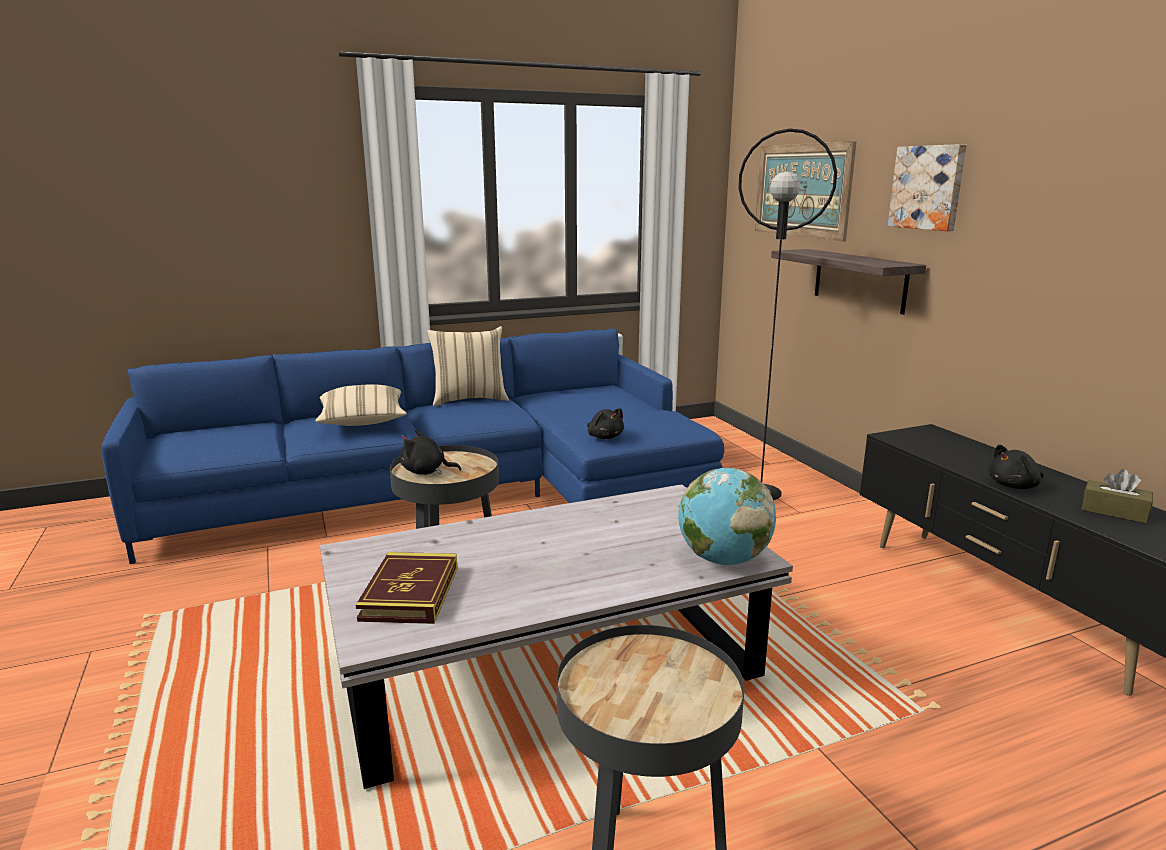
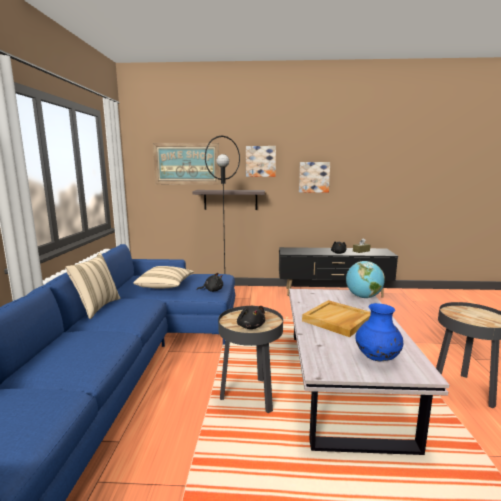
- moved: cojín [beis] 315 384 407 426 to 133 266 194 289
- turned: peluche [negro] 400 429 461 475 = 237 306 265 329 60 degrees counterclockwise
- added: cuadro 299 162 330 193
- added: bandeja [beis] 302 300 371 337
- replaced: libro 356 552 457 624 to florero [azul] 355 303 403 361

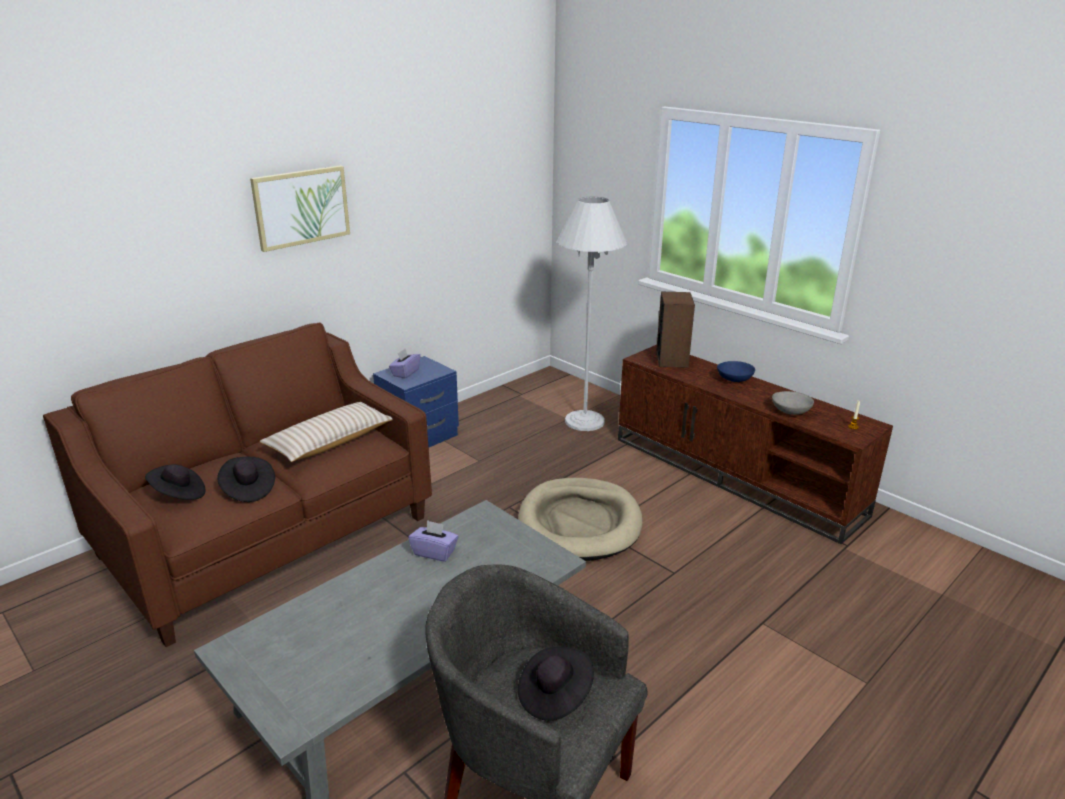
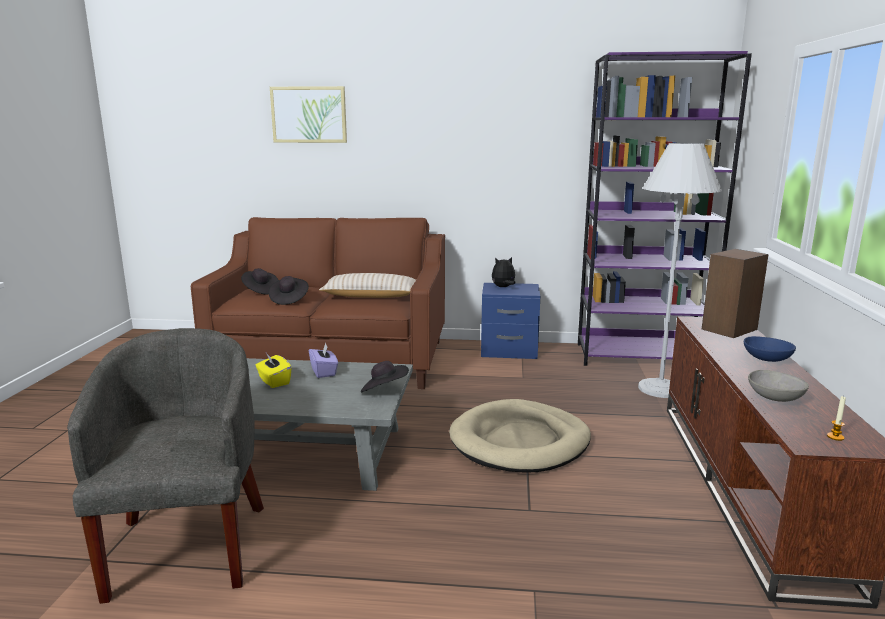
- added: caja de pañuelos [amarillo] 256 353 292 388
- moved: cuadro 250 165 350 252 to 270 86 347 143
- moved: sombrero [negro] 518 646 594 721 to 361 361 409 392
- replaced: caja de pañuelos [morado] 389 349 421 379 to peluche 492 257 516 287
- added: estantería [morado] 578 51 752 366

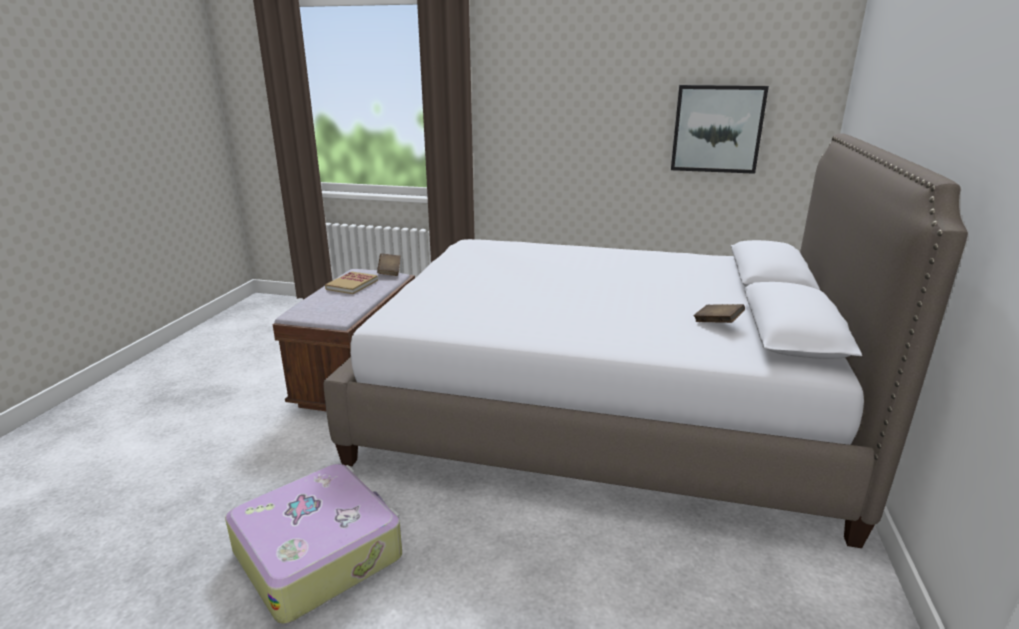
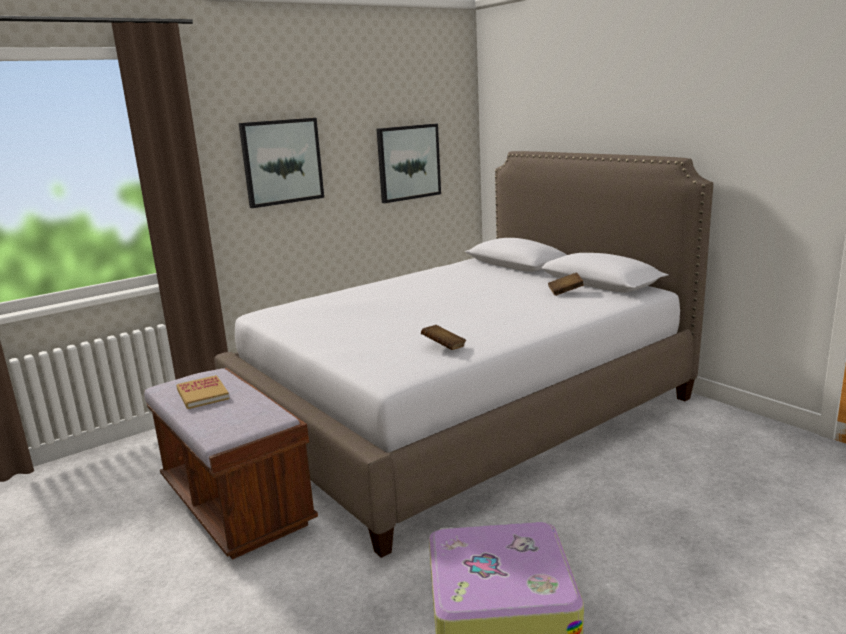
- added: cuadro 239 118 324 208
- moved: libro [marrón] 377 254 401 276 to 421 325 466 350

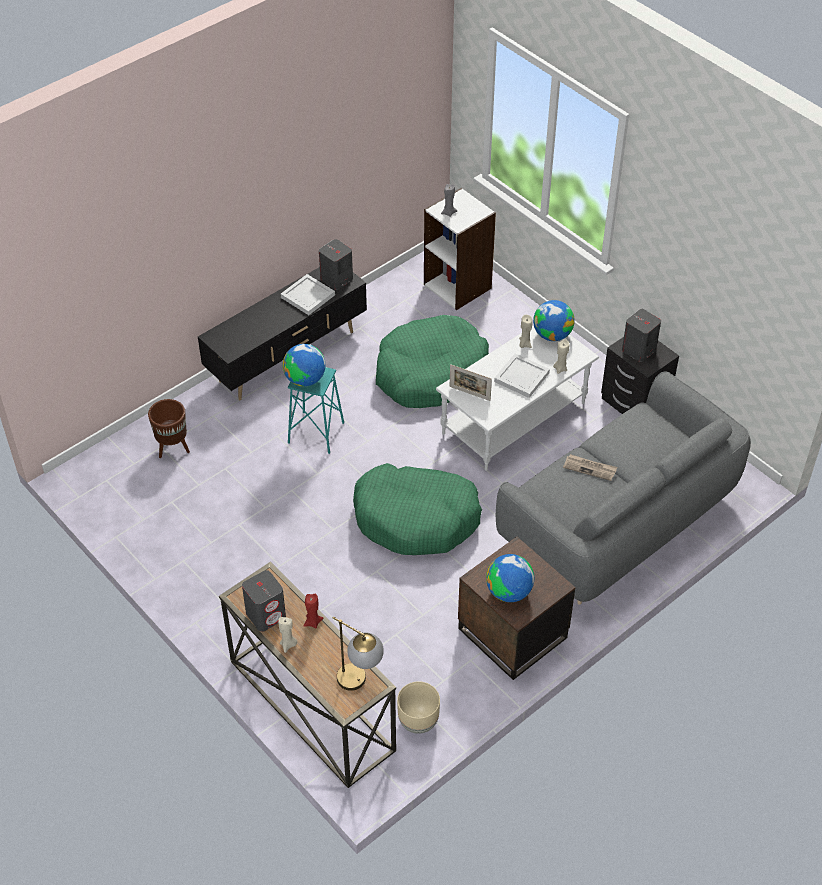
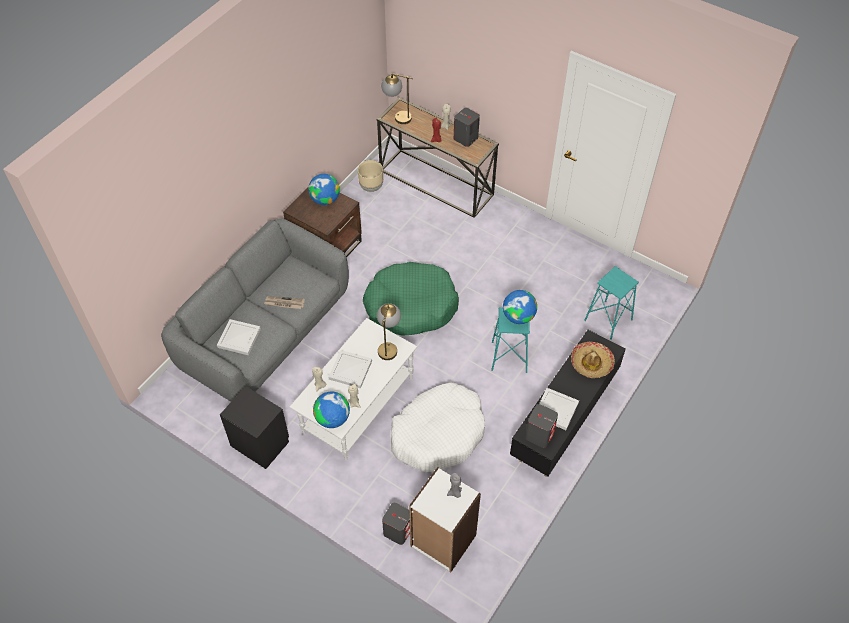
- added: bandeja [blanco] 217 319 261 355
- replaced: portarretratos 450 364 492 401 to lámpara de mesa 377 303 401 360
- moved: altavoz [gris] 622 309 661 362 to 382 503 410 545
- recoloured: cama para perro [verde] 376 315 489 408 to cama para perro [blanco] 391 382 485 472
- added: sombrero 571 342 615 378
- replaced: maceta [marrón] 148 399 190 458 to taburete [turquesa] 584 266 639 340

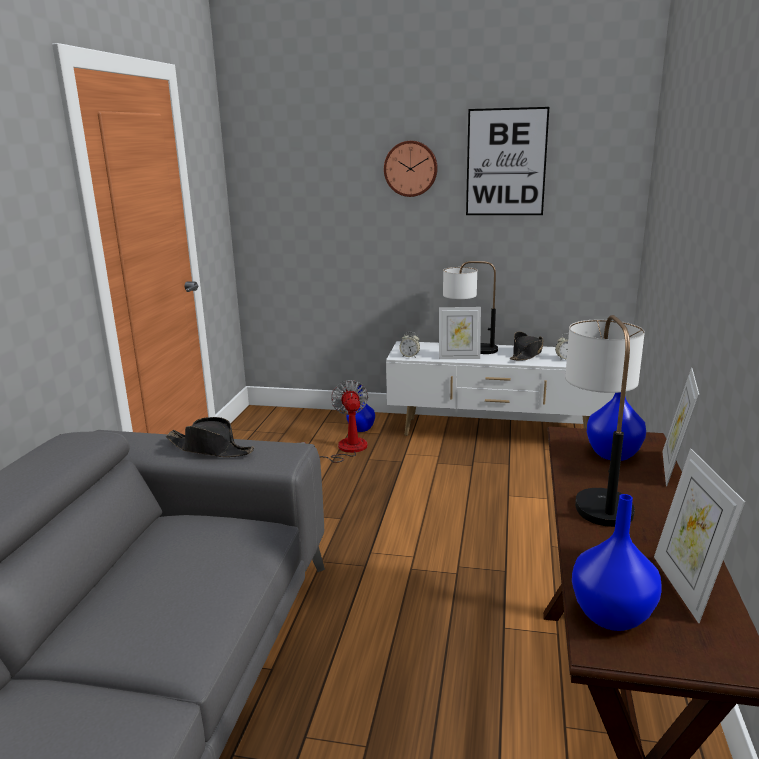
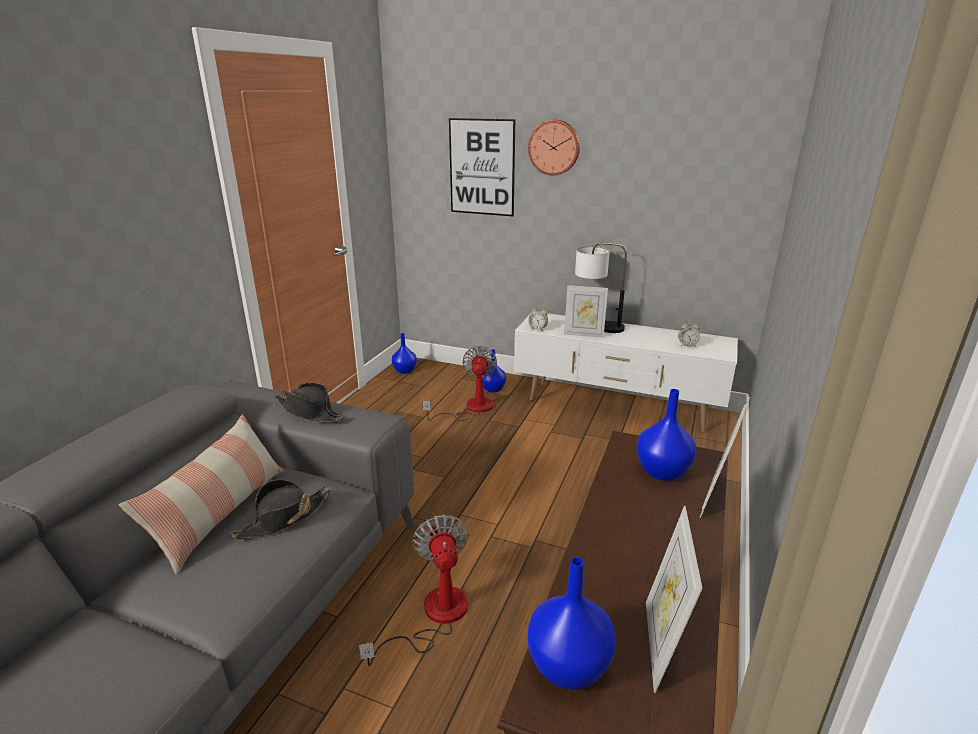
- added: cojín 119 414 284 575
- moved: sombrero [negro] 510 332 544 360 to 231 479 331 539
- added: ventilador 359 514 469 666
- added: florero [azul] 392 333 417 374
- moved: cuadro 466 107 549 215 to 449 118 515 216
- removed: lámpara de mesa 565 315 645 527

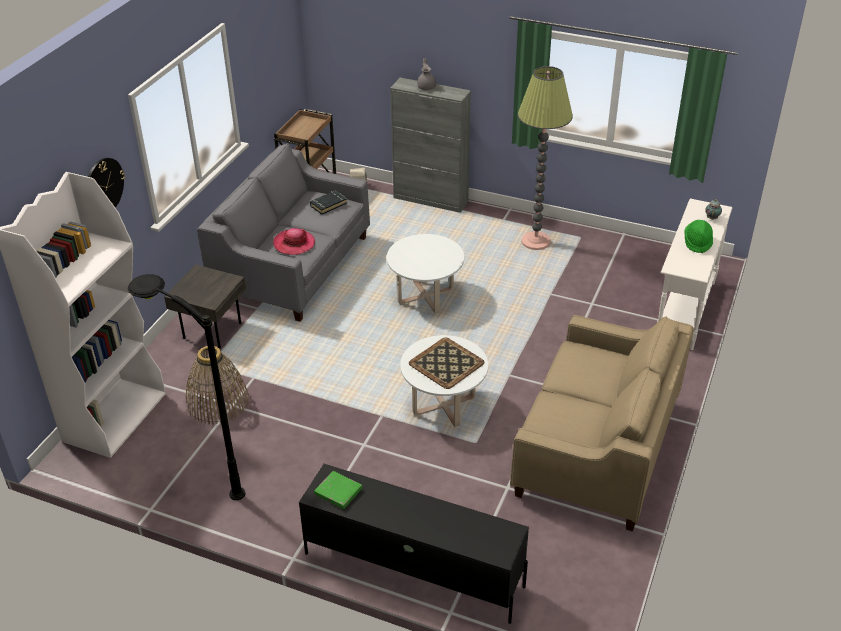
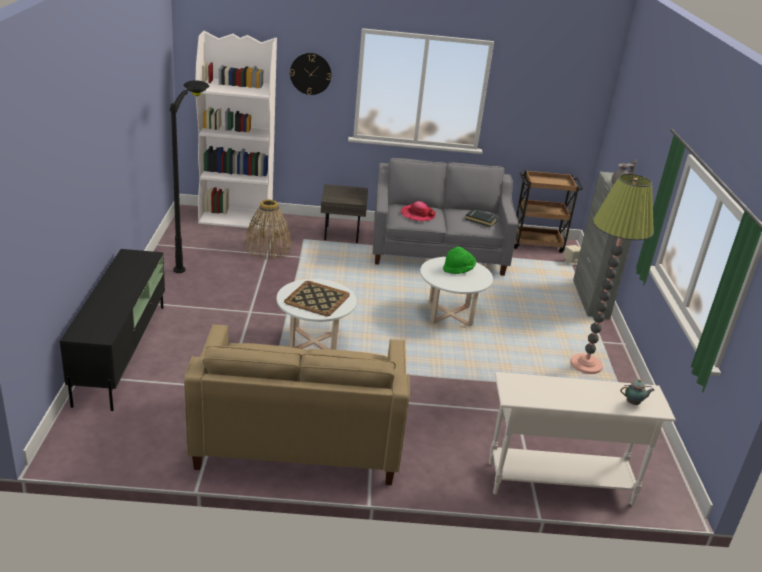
- moved: sombrero [verde] 684 220 713 253 to 443 247 476 274
- removed: libro [verde] 314 471 362 509

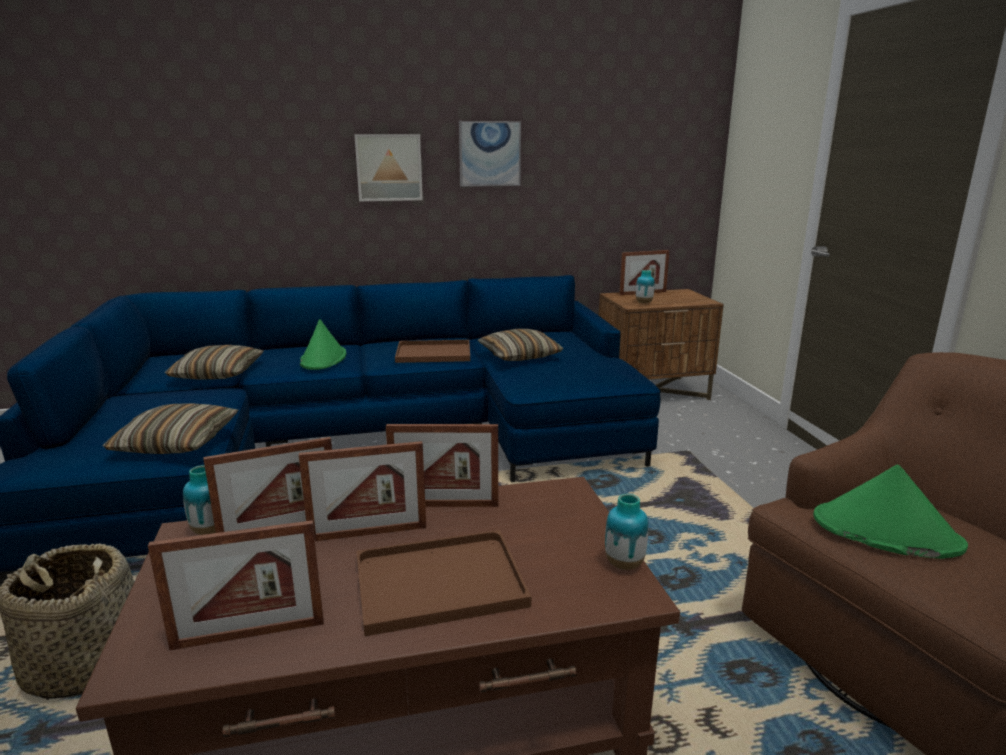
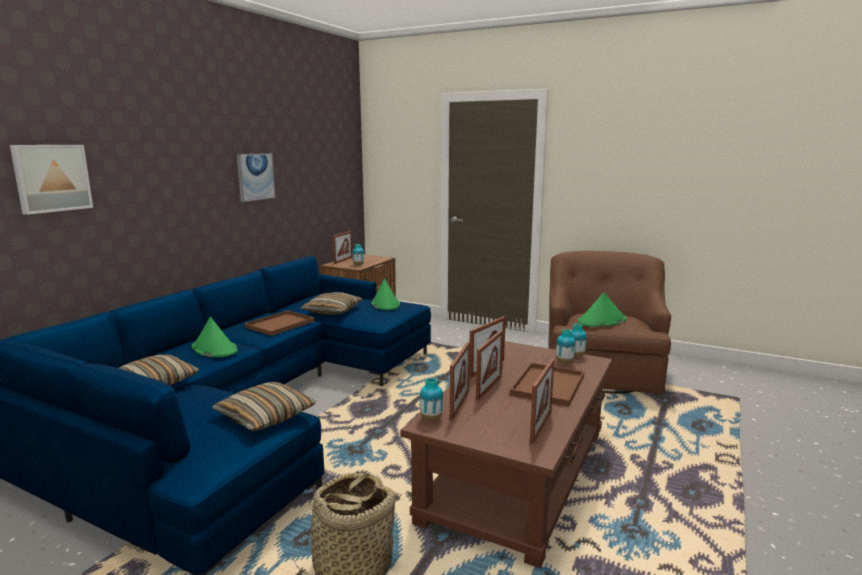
- moved: cuadro 354 134 423 201 to 10 145 93 215
- added: sombrero [verde] 371 278 400 310
- added: florero 556 329 576 364

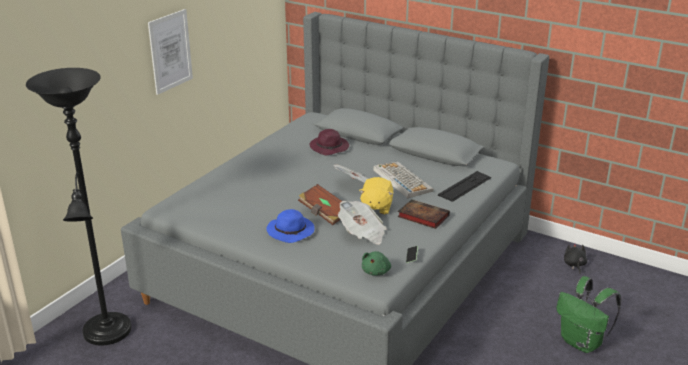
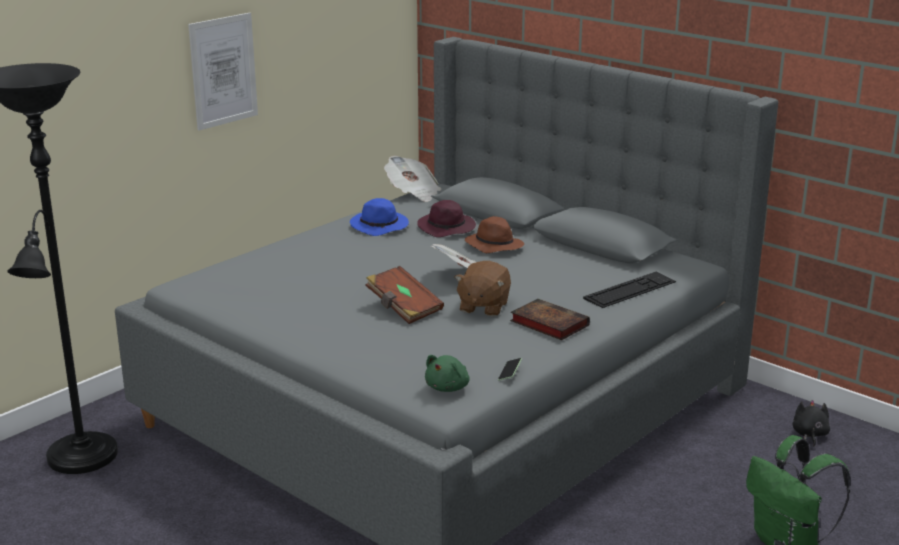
- moved: sombrero [azul] 266 209 315 243 to 350 198 409 236
- moved: periódico 338 201 387 245 to 384 156 441 202
- recoloured: peluche [amarillo] 359 177 393 214 to peluche [marrón] 455 261 511 317
- added: sombrero [marrón] 465 216 524 253
- removed: teclado 373 161 434 198

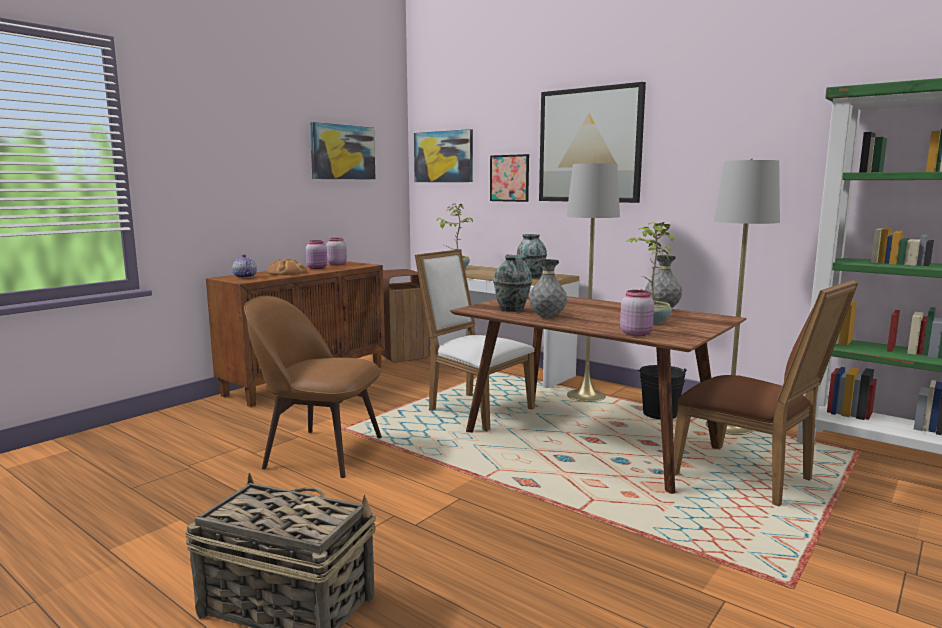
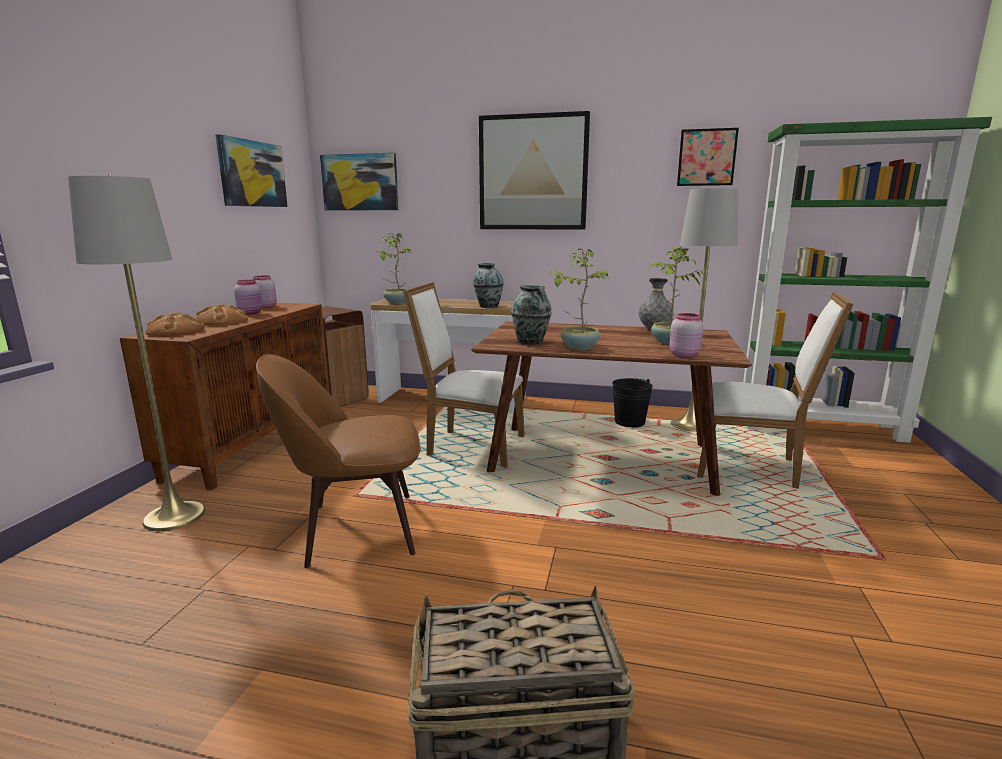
- moved: lámpara de pie [gris] 566 162 620 402 to 68 175 205 531
- replaced: tetera 232 254 257 278 to pan 146 312 205 336
- replaced: florero [gris] 529 259 567 318 to planta en maceta 549 249 608 350
- moved: cuadro 490 154 529 202 to 677 128 739 186
- recoloured: silla [marrón] 674 280 859 506 to silla [blanco] 697 292 853 489

